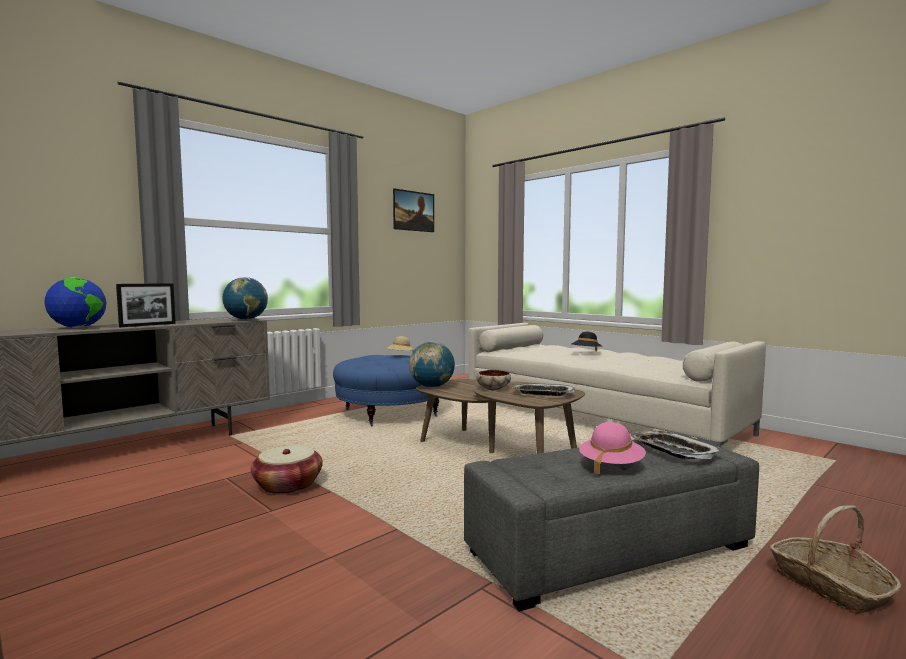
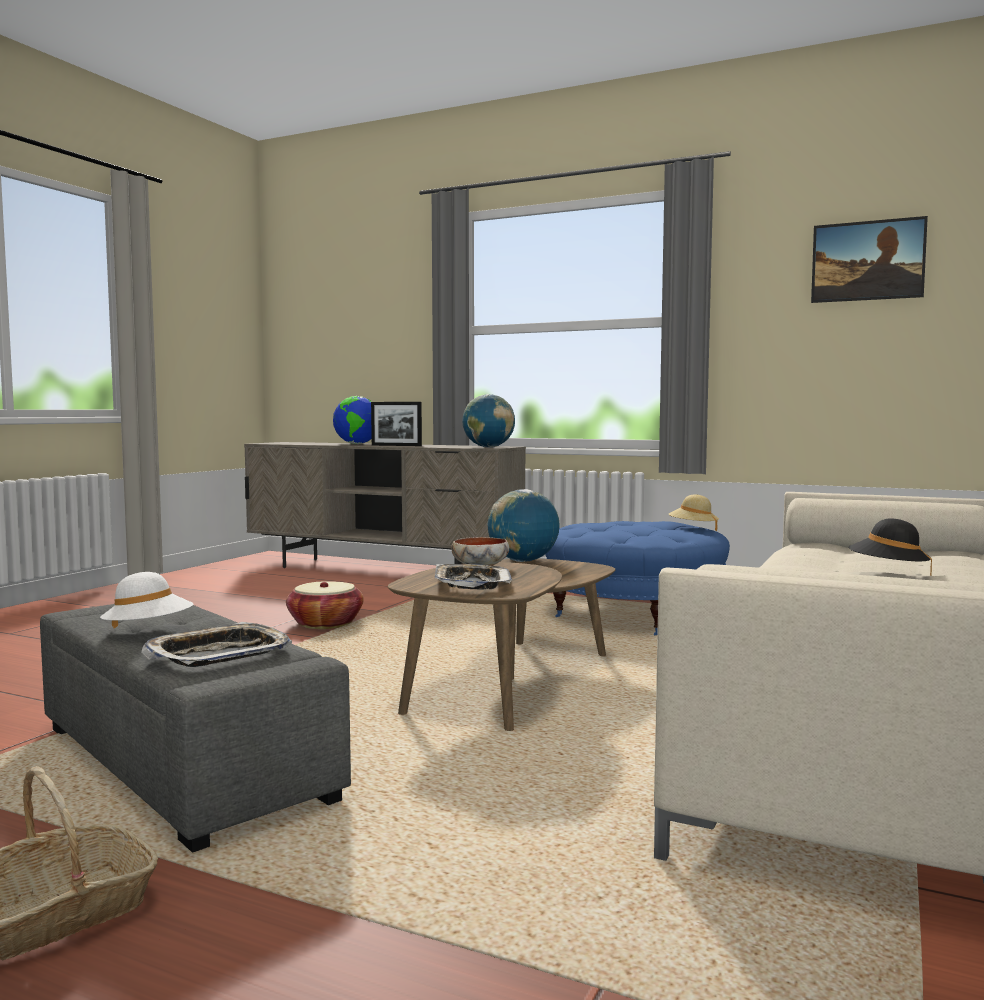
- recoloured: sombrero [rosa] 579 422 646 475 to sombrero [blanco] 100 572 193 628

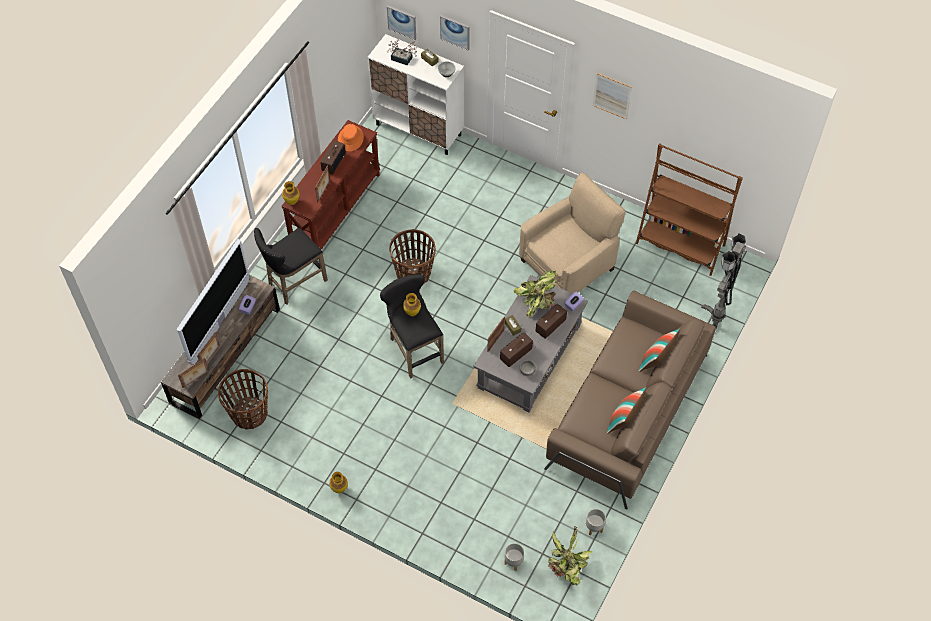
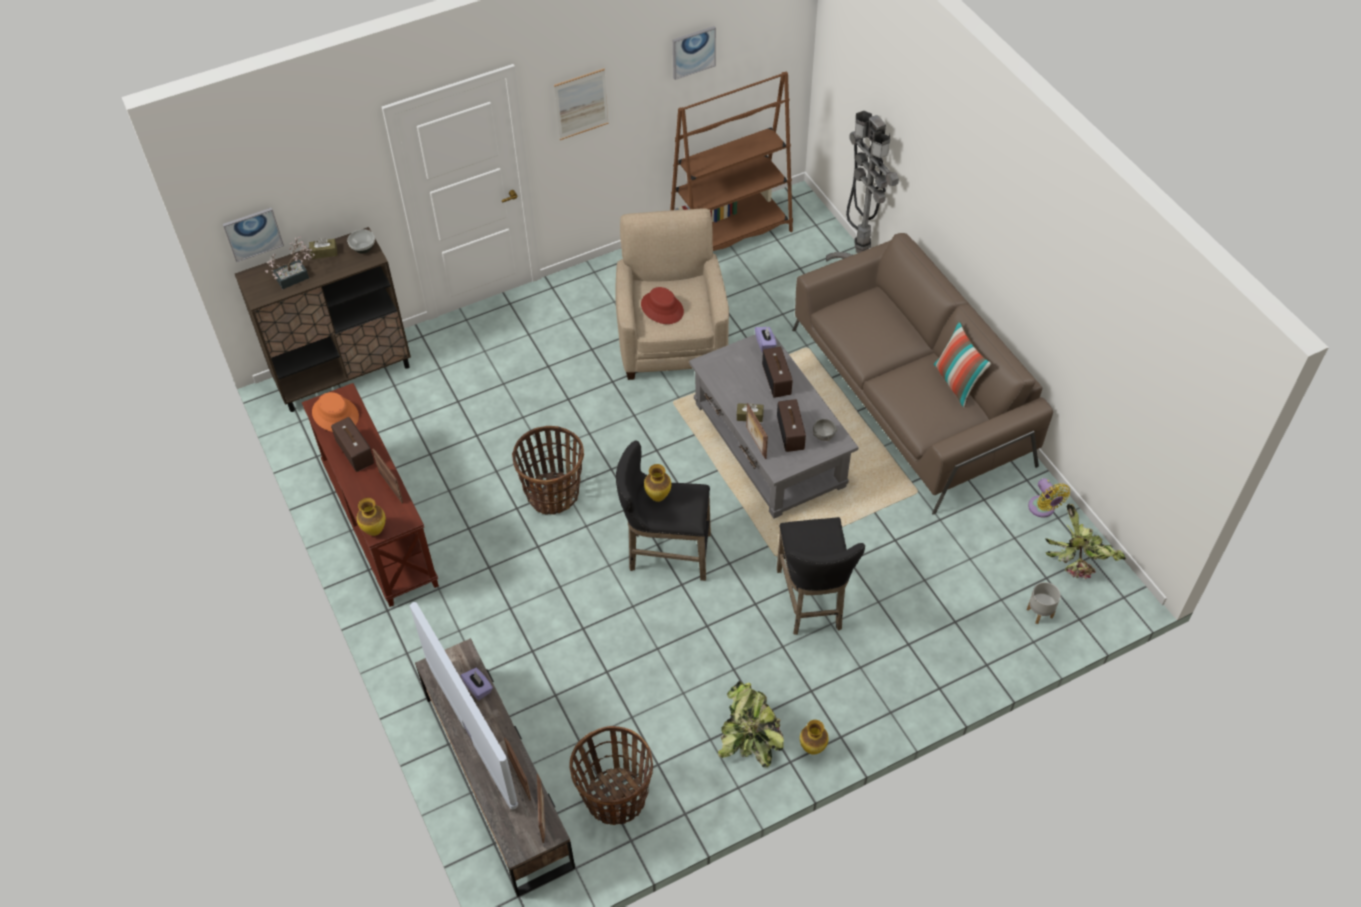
- recoloured: armario [blanco] 367 34 464 155 to armario [marrón] 235 227 411 412
- added: sombrero [rojo] 641 287 684 324
- moved: cuadro 440 15 470 51 to 673 26 716 80
- moved: planta en maceta 514 270 558 317 to 718 681 784 768
- moved: taburete [negro] 254 228 328 305 to 777 517 865 635
- replaced: maceta [gris] 586 509 606 536 to ventilador [amarillo] 1028 478 1070 517
- removed: cojín 638 328 681 372

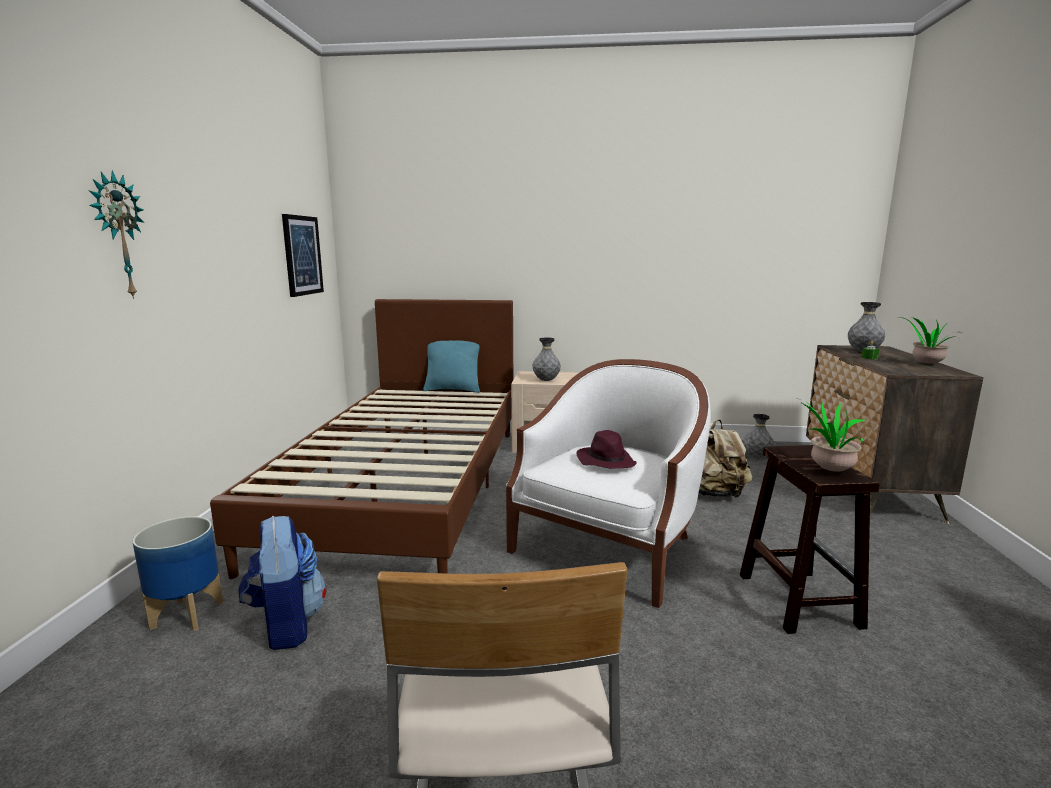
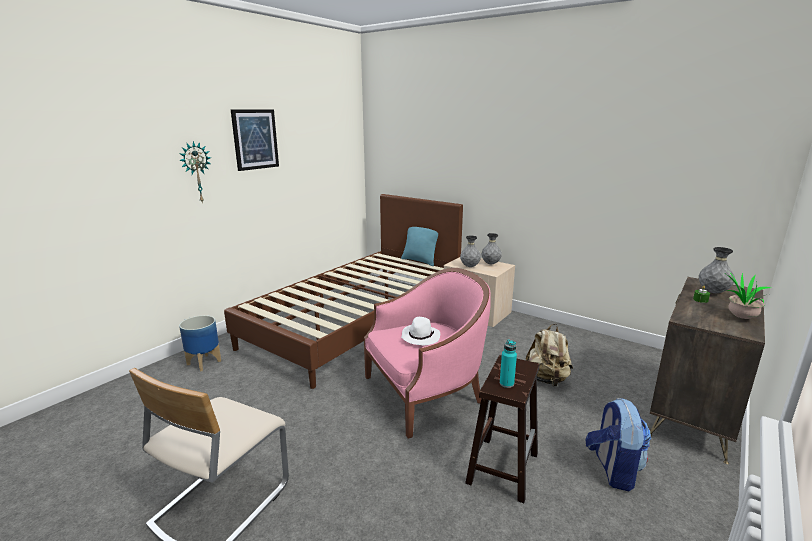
- moved: cuadro 282 214 324 297 to 231 109 279 171
- recoloured: sillón [blanco] 506 359 711 608 to sillón [rosa] 364 268 491 439
- recoloured: sombrero [morado] 577 430 637 469 to sombrero [blanco] 401 317 440 346
- moved: florero [gris] 744 414 774 458 to 481 233 502 264
- replaced: planta en maceta 800 401 866 472 to botella [turquesa] 500 339 517 388
- moved: mochila 239 516 326 650 to 585 398 651 491

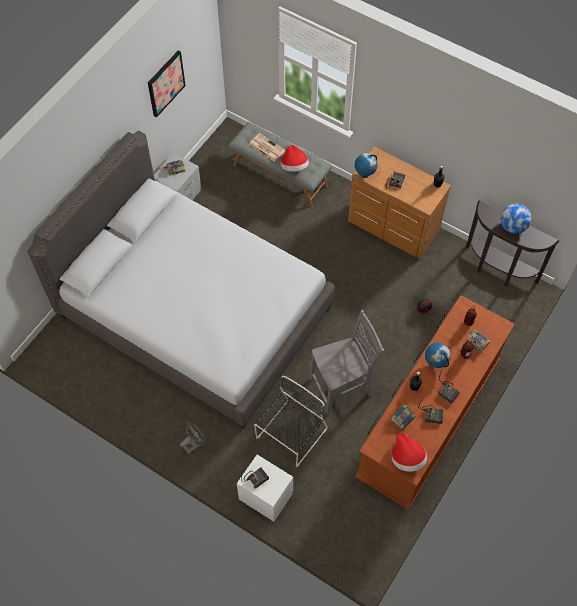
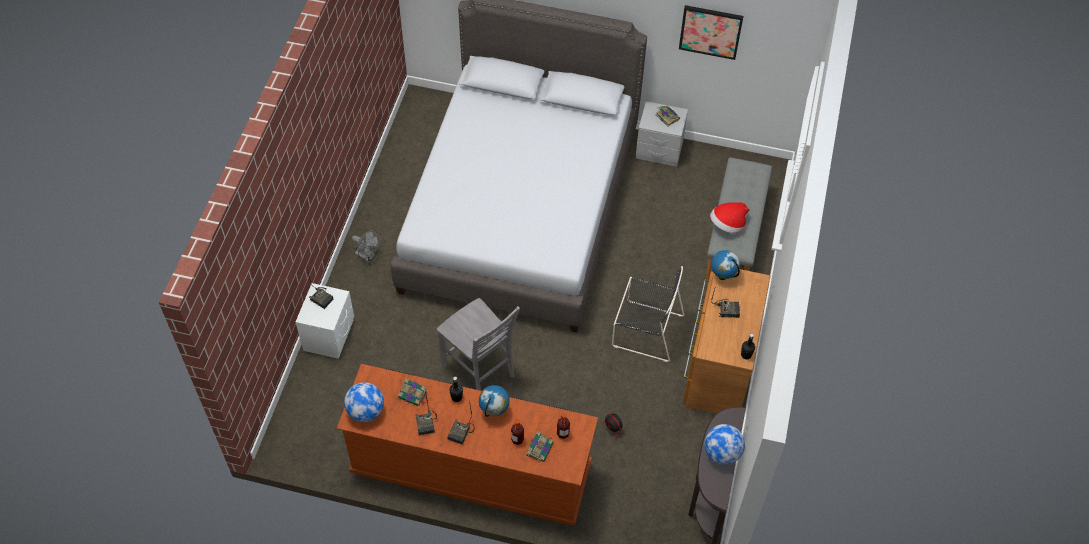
- replaced: sombrero 392 433 427 472 to globo terráqueo 344 382 384 422
- moved: silla [negro] 254 376 328 467 to 612 266 684 362
- removed: periódico 249 133 285 161

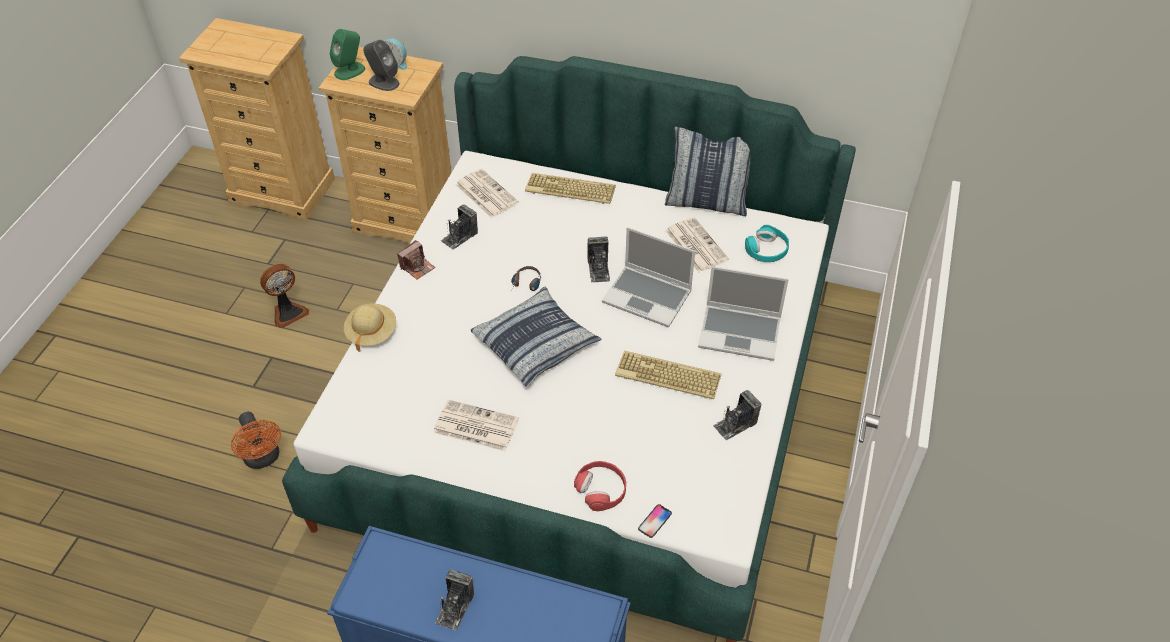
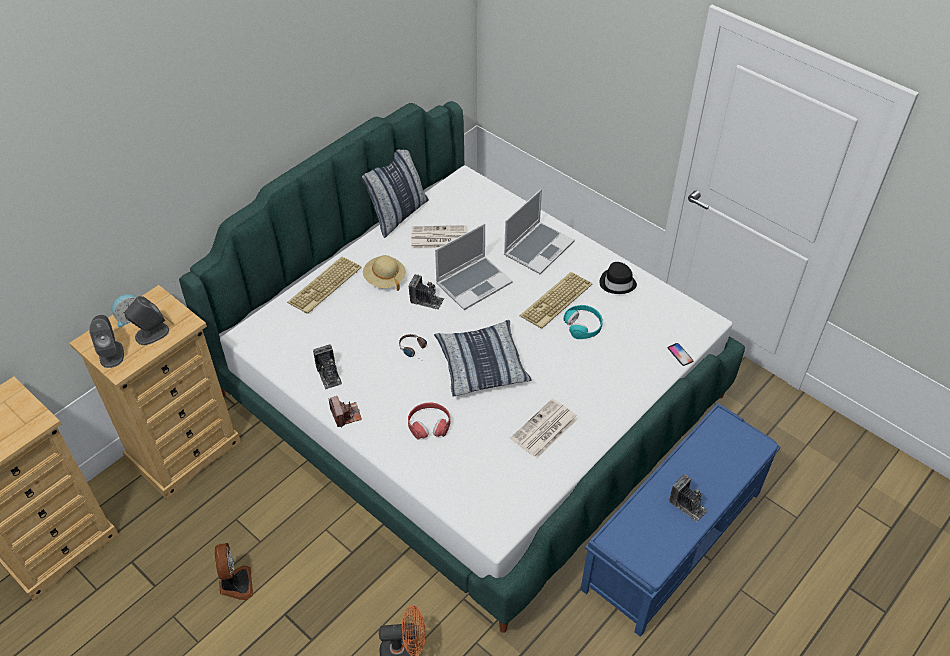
- recoloured: altavoz [verde] 330 29 365 80 to altavoz [gris] 89 315 124 368
- moved: sombrero [beis] 344 304 396 352 to 363 255 406 291
- moved: auriculares [rojo] 574 461 626 511 to 408 403 450 439
- moved: auriculares [turquesa] 745 225 789 262 to 563 305 603 339
- replaced: cámara 713 390 761 440 to sombrero [negro] 599 262 637 294
- removed: periódico 455 168 519 218

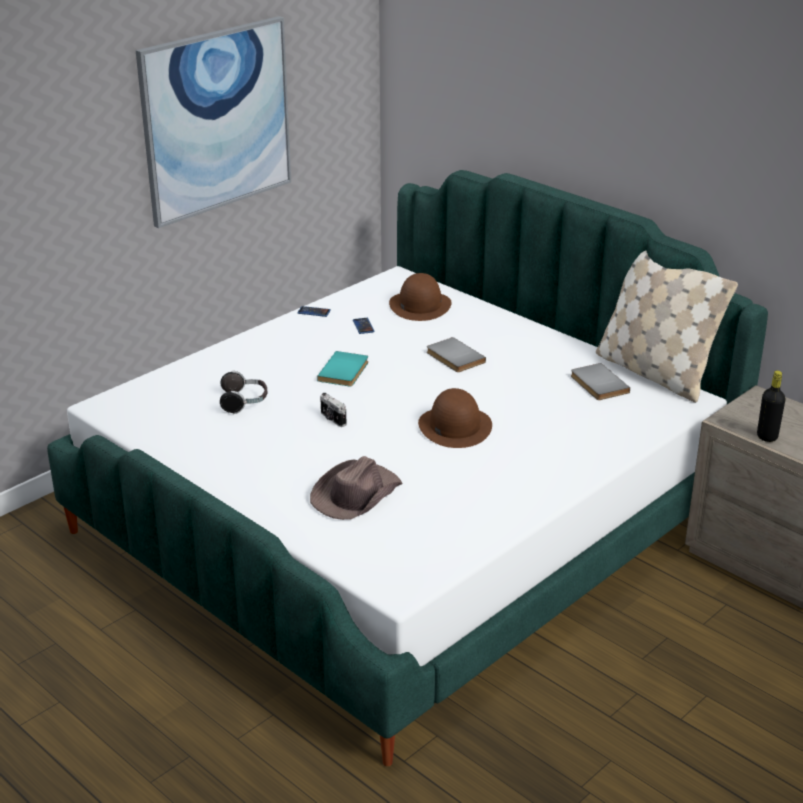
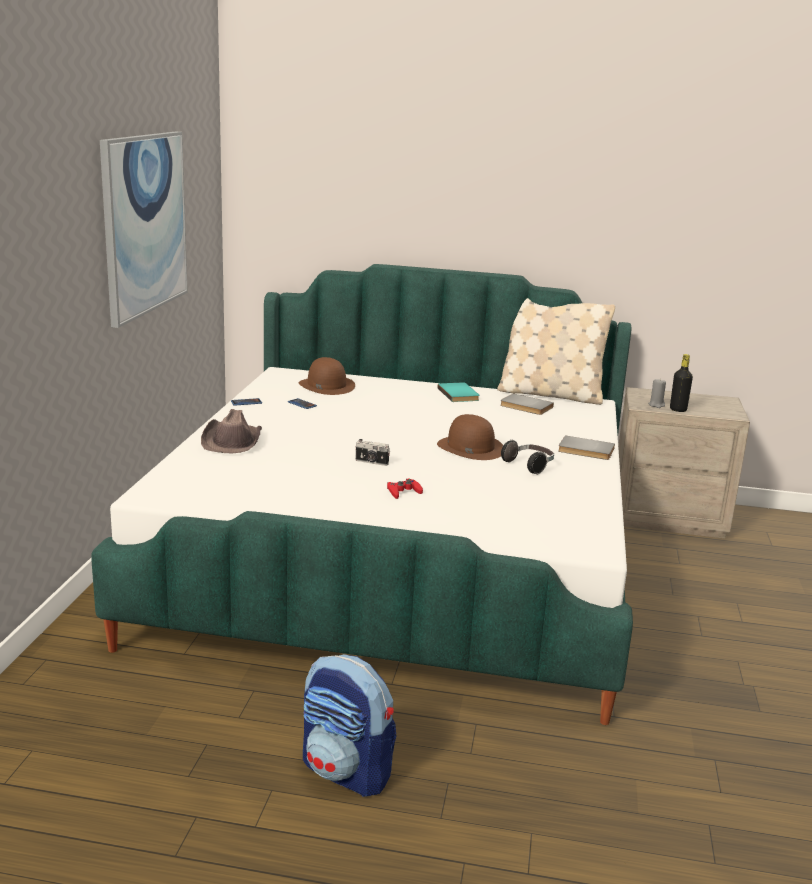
- moved: sombrero [marrón] 310 456 403 520 to 201 409 262 453
- added: mochila 303 654 396 797
- added: mando de consola [rojo] 387 479 423 499
- moved: libro [turquesa] 317 351 368 387 to 438 382 480 402
- moved: auriculares 220 371 267 414 to 501 439 554 475
- moved: libro [gris] 427 337 486 372 to 558 435 615 460
- added: vela [gris] 648 378 666 408

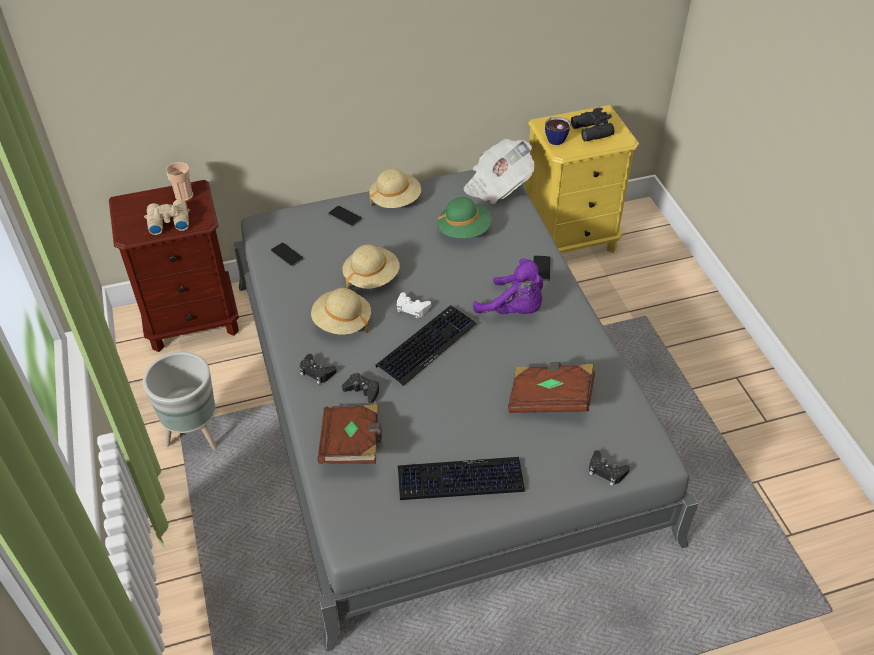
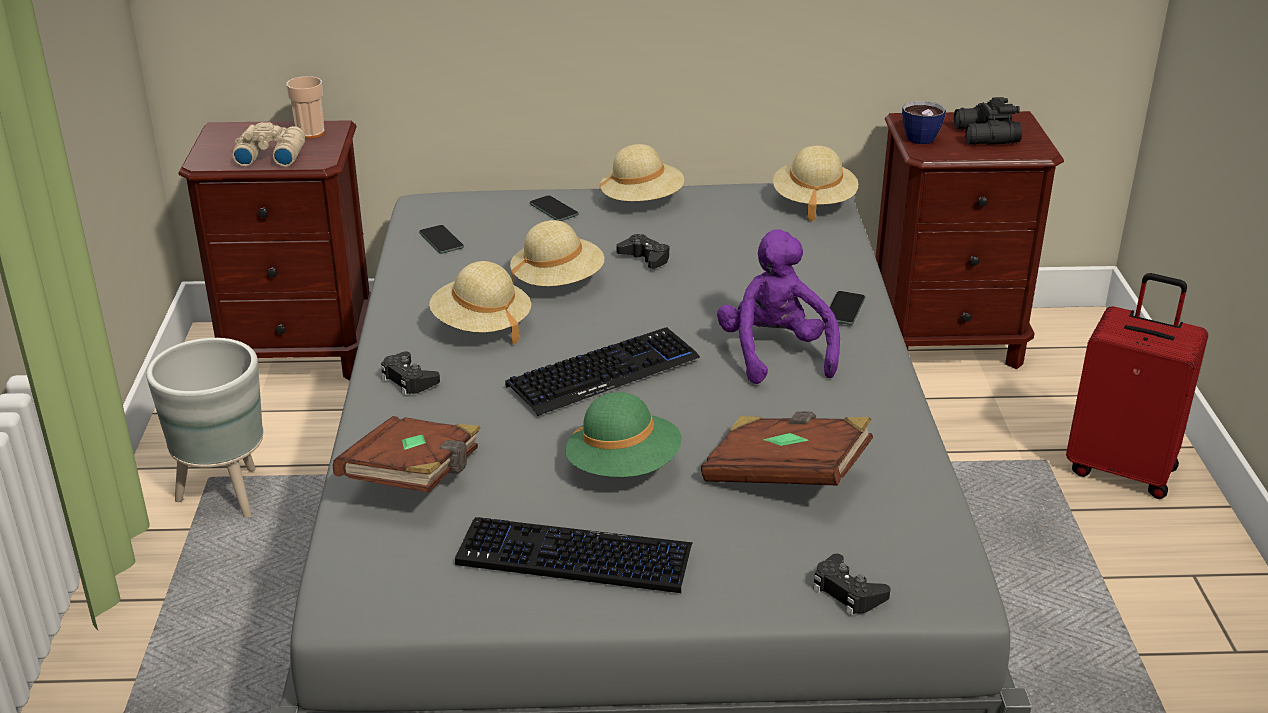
- moved: sombrero [verde] 438 197 491 238 to 566 392 682 477
- moved: mando de consola [negro] 342 373 379 403 to 616 234 670 269
- turned: peluche [morado] 473 258 543 314 = 717 229 840 384 150 degrees counterclockwise
- replaced: periódico 463 139 535 204 to sombrero [beis] 773 146 858 222
- recoloured: mesita de noche [amarillo] 525 105 639 253 to mesita de noche [marrón] 875 111 1064 369
- added: maleta [rojo] 1066 273 1208 499
- removed: mando de consola [blanco] 397 292 431 319

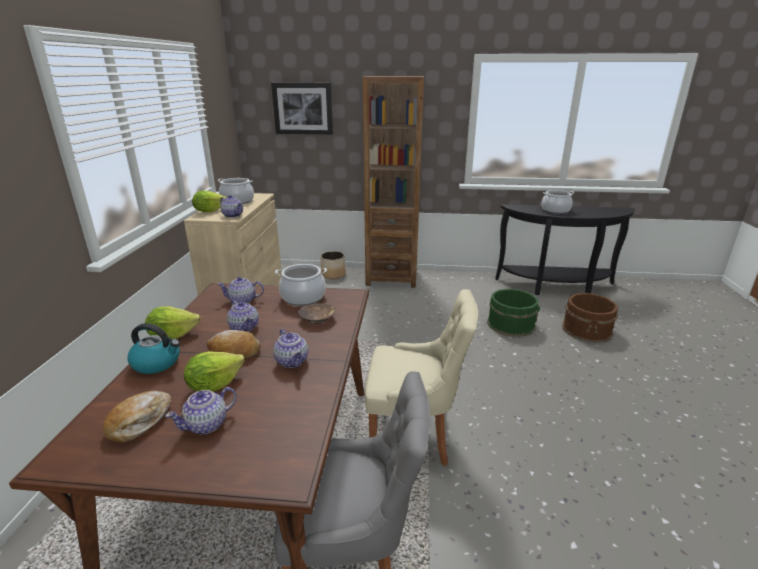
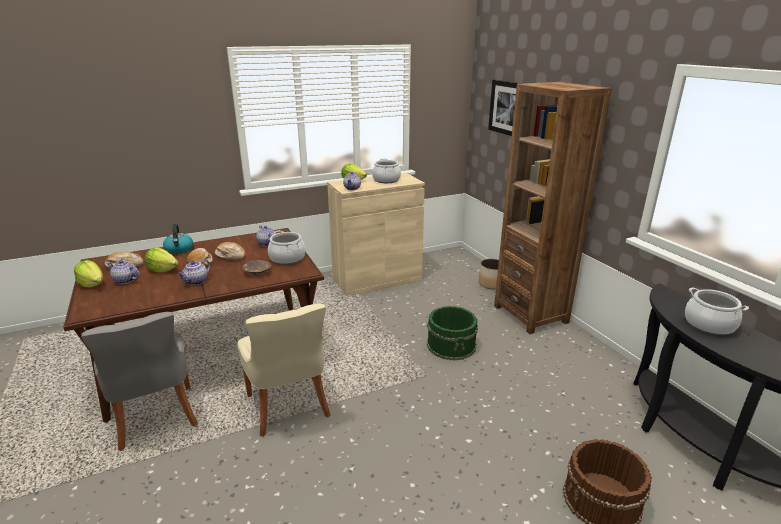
- moved: lechuga 145 307 201 339 to 74 260 103 288
- replaced: tetera 227 300 259 332 to pan 215 242 246 260
- moved: cubo [verde] 487 289 540 337 to 427 306 478 361

